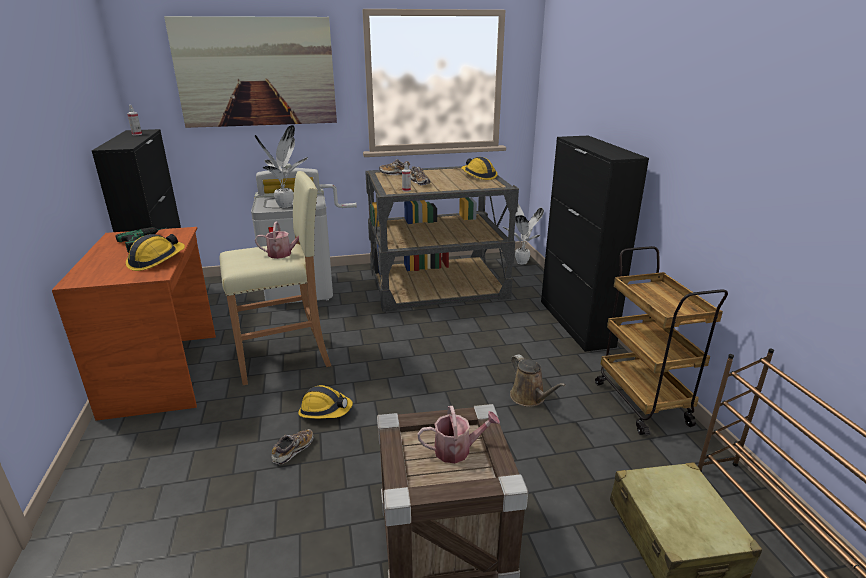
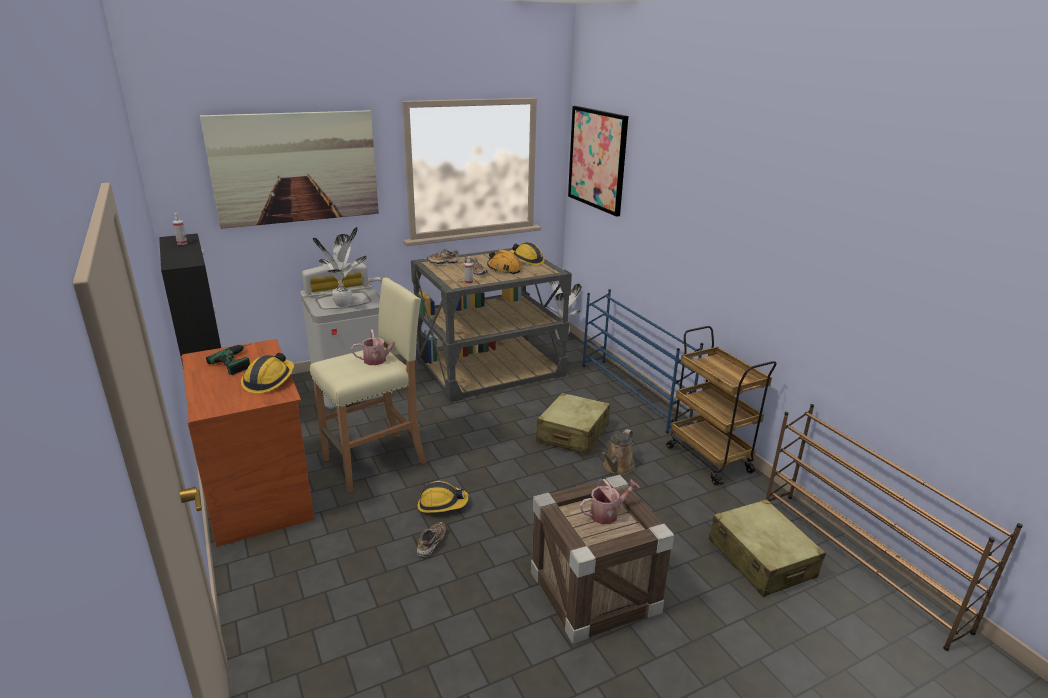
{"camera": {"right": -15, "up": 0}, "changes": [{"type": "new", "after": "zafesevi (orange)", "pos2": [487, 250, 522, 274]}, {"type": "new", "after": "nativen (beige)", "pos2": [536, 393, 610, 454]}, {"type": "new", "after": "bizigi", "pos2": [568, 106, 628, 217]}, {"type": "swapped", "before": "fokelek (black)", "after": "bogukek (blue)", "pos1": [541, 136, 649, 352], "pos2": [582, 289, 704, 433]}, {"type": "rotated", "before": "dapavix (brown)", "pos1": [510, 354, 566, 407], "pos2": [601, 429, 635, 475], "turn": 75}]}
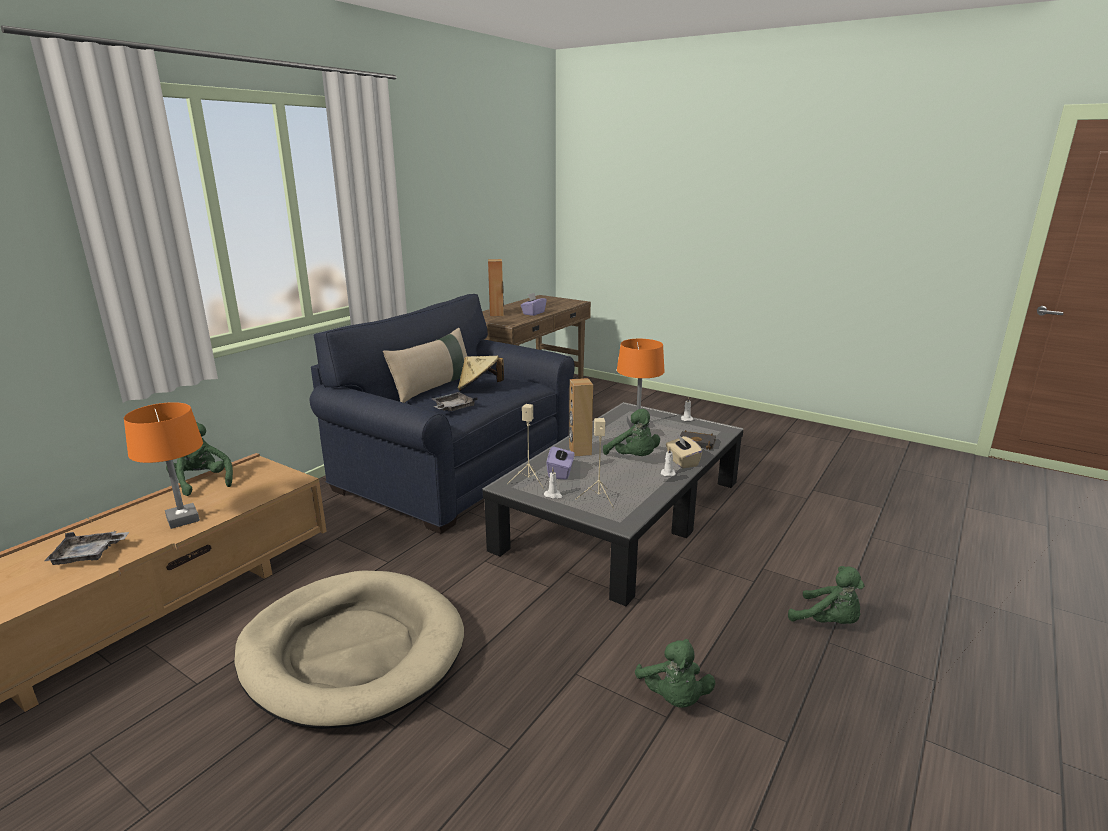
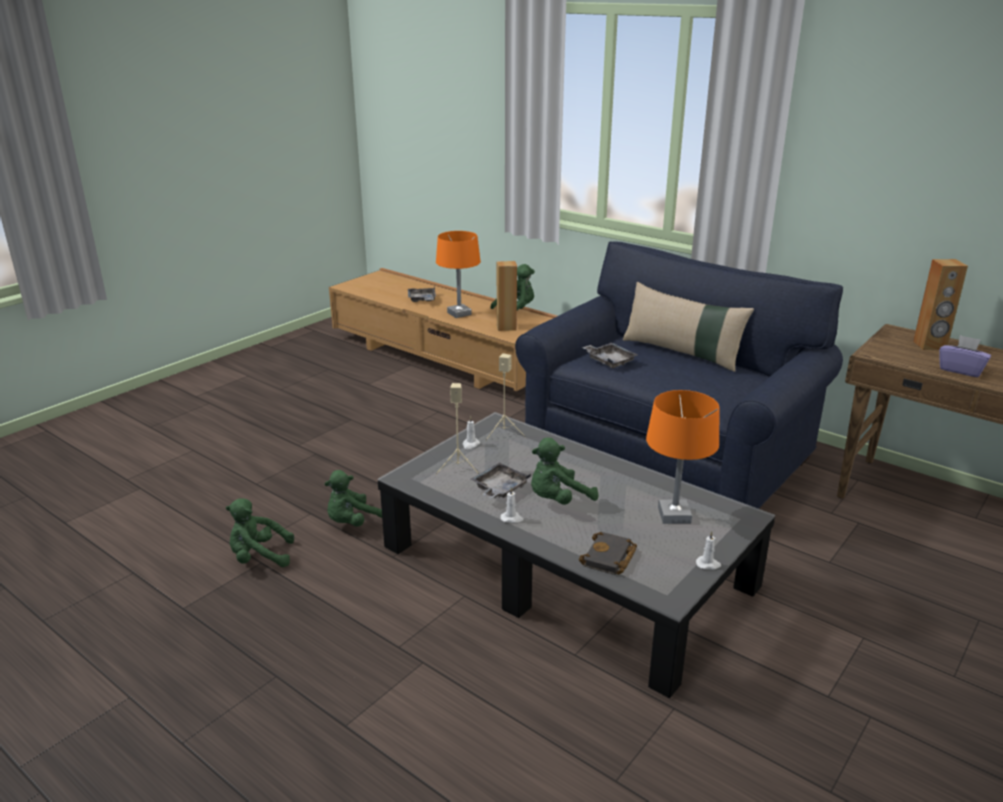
{"camera": {"right": 95, "up": 5}, "changes": [{"type": "gone", "before": "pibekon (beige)", "pos1": [234, 570, 464, 729]}, {"type": "gone", "before": "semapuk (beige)", "pos1": [458, 356, 504, 391]}, {"type": "gone", "before": "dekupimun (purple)", "pos1": [546, 443, 575, 480]}, {"type": "gone", "before": "dekupimun (beige)", "pos1": [666, 434, 703, 468]}, {"type": "new", "after": "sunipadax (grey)", "pos2": [470, 463, 531, 499]}, {"type": "shifted", "before": "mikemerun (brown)", "pos1": [569, 378, 593, 457], "pos2": [497, 261, 517, 331]}, {"type": "shifted", "before": "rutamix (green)", "pos1": [788, 566, 865, 624], "pos2": [324, 470, 382, 527]}]}
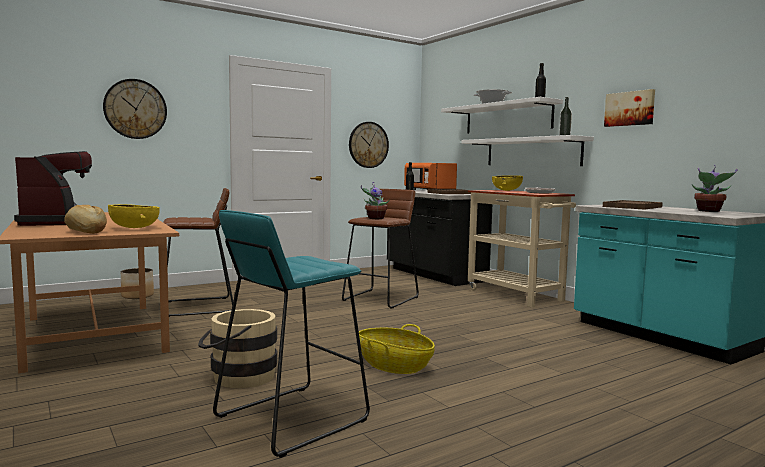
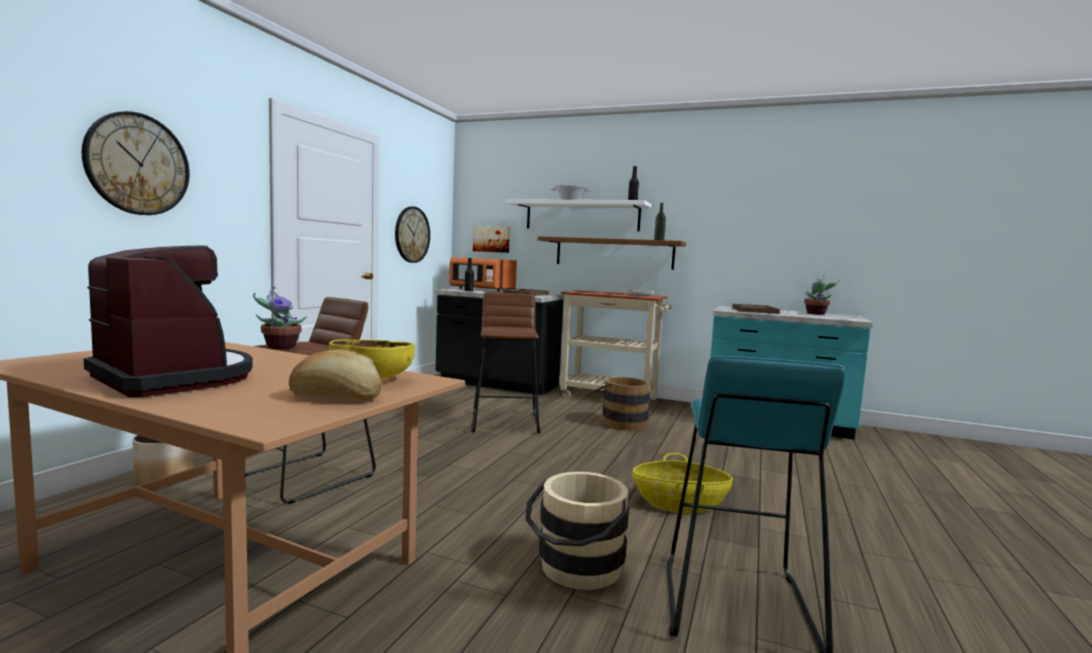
{"camera": {"right": -35, "up": 0}, "changes": [{"type": "gone", "before": "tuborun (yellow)", "pos1": [492, 175, 523, 191]}, {"type": "new", "after": "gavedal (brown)", "pos2": [596, 377, 650, 431]}, {"type": "shifted", "before": "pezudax", "pos1": [361, 182, 389, 219], "pos2": [253, 287, 307, 349]}, {"type": "shifted", "before": "bizigi", "pos1": [604, 89, 655, 127], "pos2": [473, 226, 510, 253]}, {"type": "repainted", "before": "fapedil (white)", "after": "fapedil (brown)", "pos1": [461, 135, 594, 166], "pos2": [538, 236, 686, 270]}]}
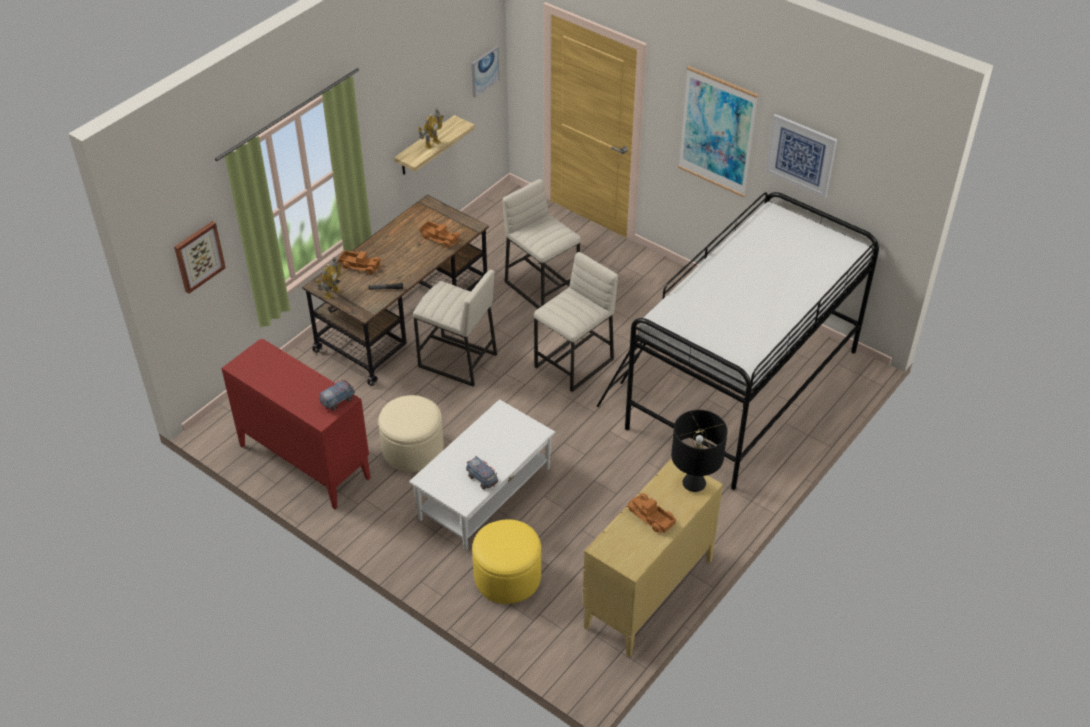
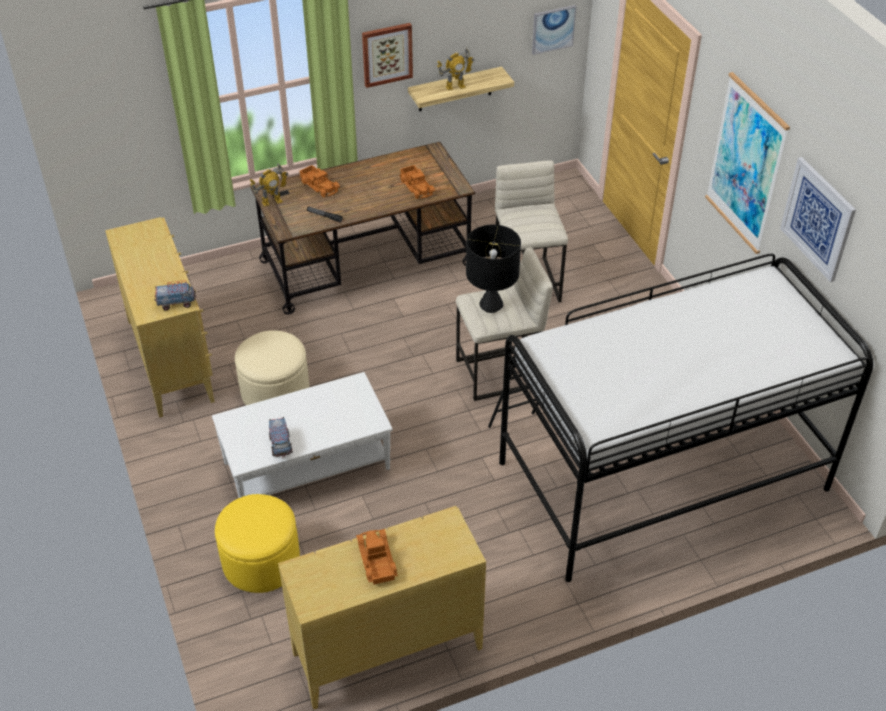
{"camera": {"right": 30, "up": 0}, "changes": [{"type": "gone", "before": "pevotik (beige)", "pos1": [413, 270, 497, 387]}, {"type": "shifted", "before": "bizigi", "pos1": [174, 221, 226, 294], "pos2": [362, 23, 413, 88]}, {"type": "shifted", "before": "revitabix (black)", "pos1": [671, 410, 728, 492], "pos2": [466, 225, 521, 313]}, {"type": "repainted", "before": "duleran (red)", "after": "duleran (beige)", "pos1": [221, 338, 370, 509], "pos2": [105, 217, 215, 418]}]}
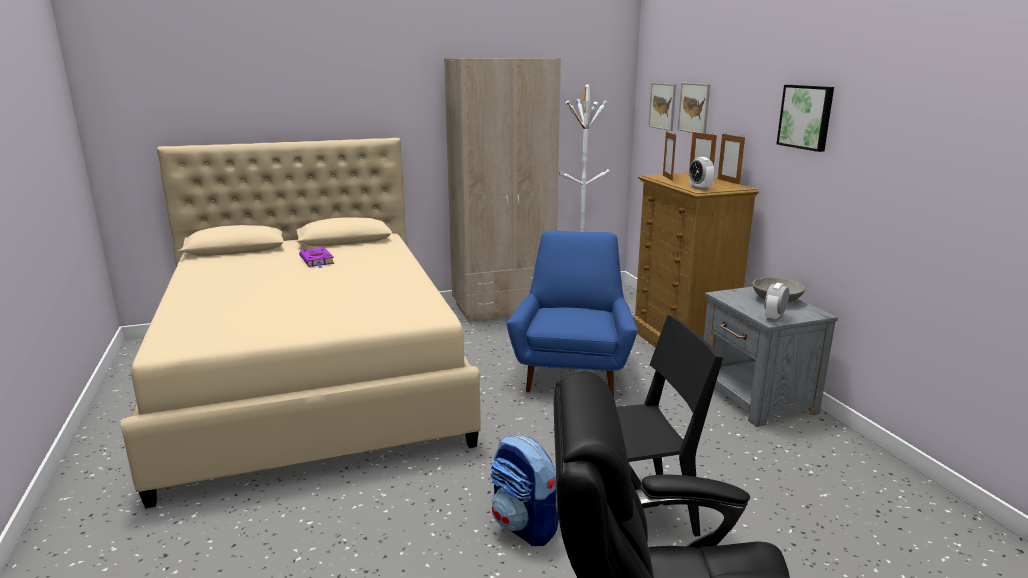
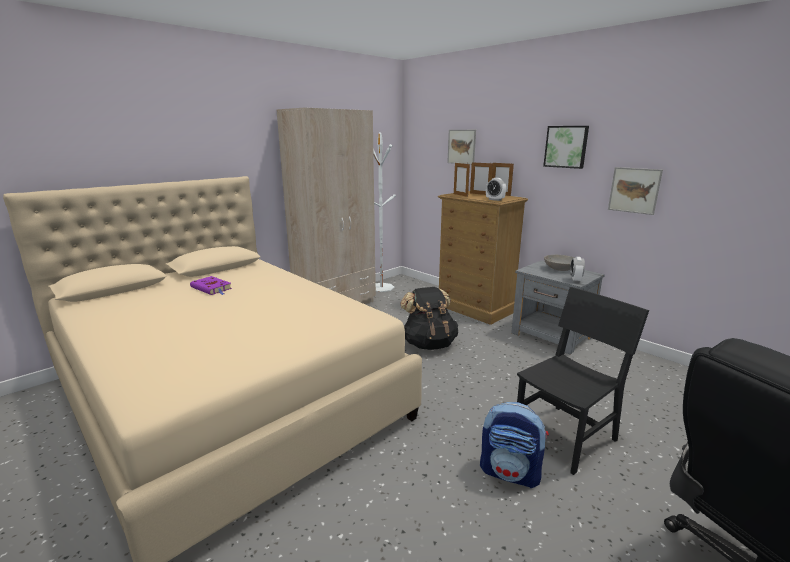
{"camera": {"right": -25, "up": 0}, "changes": [{"type": "shifted", "before": "bizigi", "pos1": [648, 83, 676, 131], "pos2": [608, 167, 663, 215]}, {"type": "swapped", "before": "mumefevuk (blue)", "after": "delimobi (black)", "pos1": [506, 230, 638, 397], "pos2": [400, 287, 458, 350]}]}
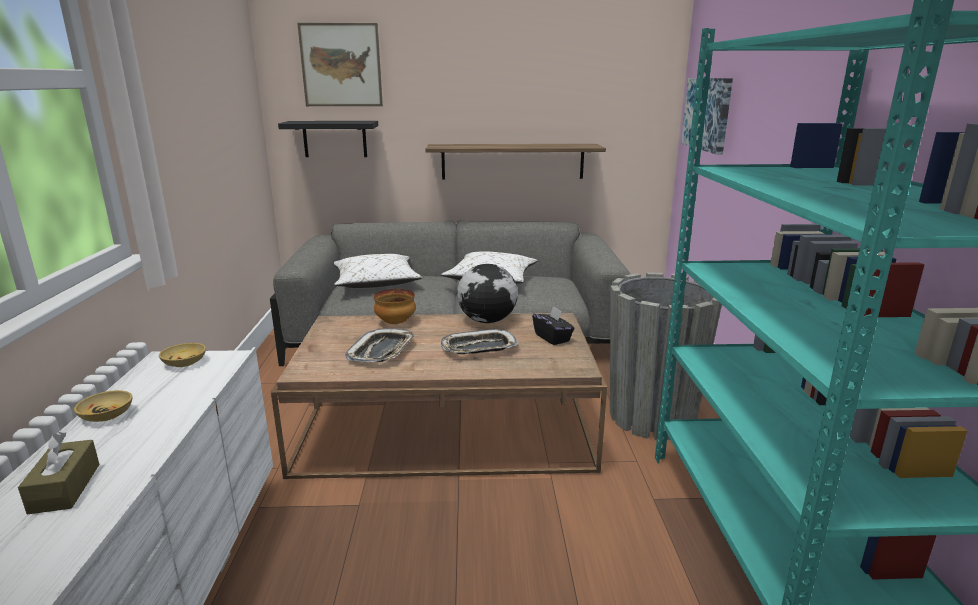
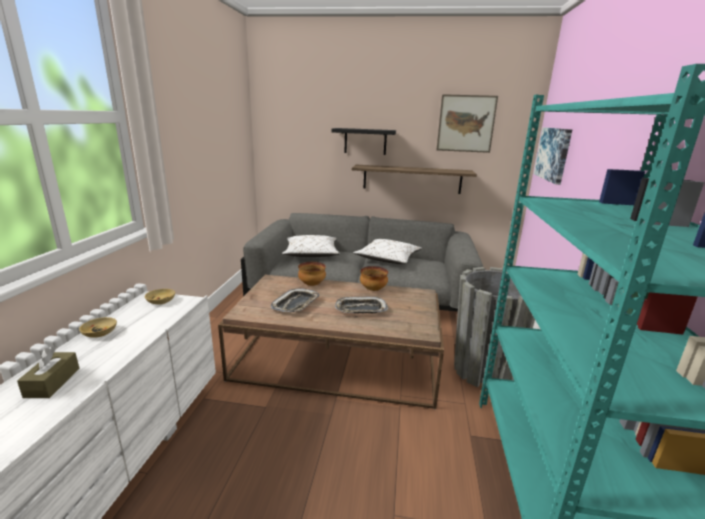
{"camera": {"right": 10, "up": 0}, "changes": [{"type": "gone", "before": "dekupimun (black)", "pos1": [532, 306, 575, 345]}, {"type": "shifted", "before": "fapedil (black)", "pos1": [278, 121, 378, 157], "pos2": [331, 128, 396, 155]}, {"type": "shifted", "before": "bizigi", "pos1": [297, 23, 383, 106], "pos2": [437, 94, 498, 153]}, {"type": "swapped", "before": "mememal", "after": "tuborun", "pos1": [457, 264, 518, 323], "pos2": [360, 266, 388, 291]}]}
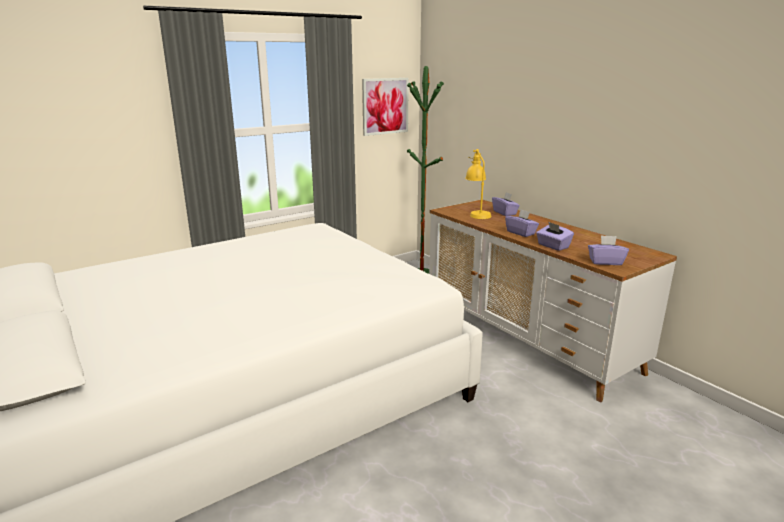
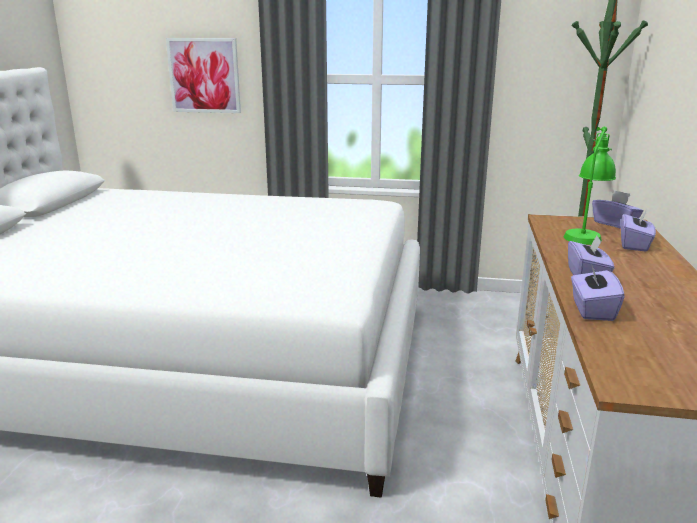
{"camera": {"right": 45, "up": 0}, "changes": [{"type": "shifted", "before": "bizigi", "pos1": [362, 78, 409, 136], "pos2": [166, 38, 241, 113]}, {"type": "shifted", "before": "dekupimun (purple)", "pos1": [588, 235, 629, 265], "pos2": [592, 190, 643, 229]}, {"type": "repainted", "before": "revitabix (yellow)", "after": "revitabix (green)", "pos1": [465, 149, 491, 219], "pos2": [564, 126, 616, 245]}]}
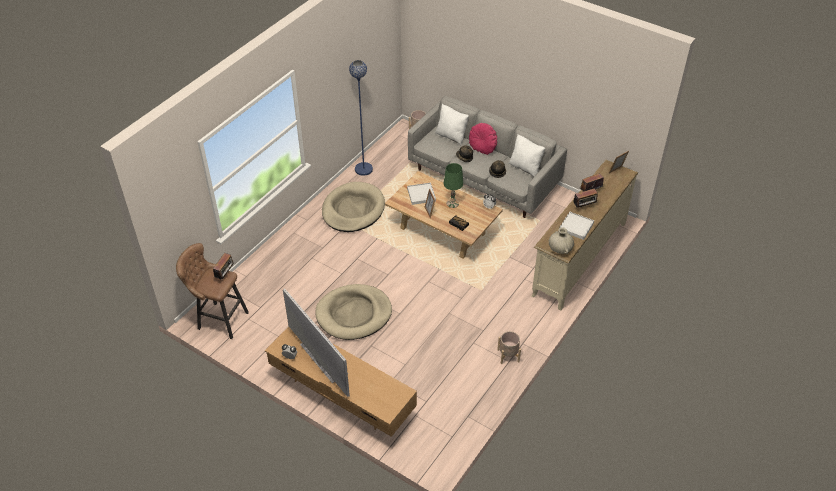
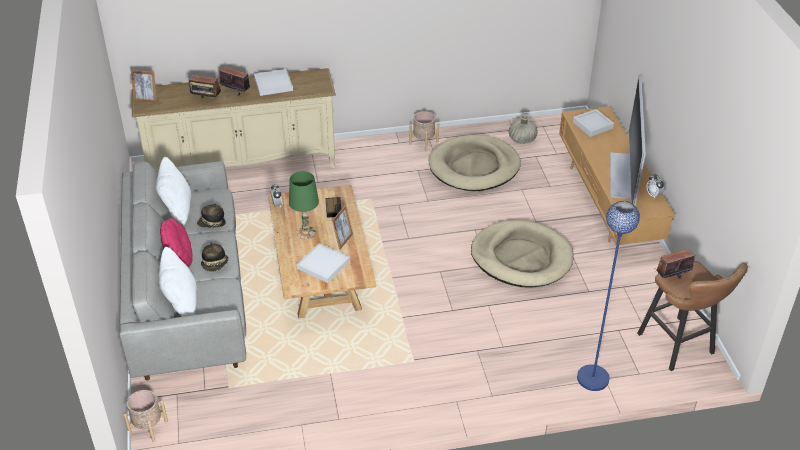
{"camera": {"right": -135, "up": -5}, "changes": [{"type": "new", "after": "sunipadax (grey)", "pos2": [573, 109, 614, 137]}, {"type": "shifted", "before": "pibekon (beige)", "pos1": [322, 182, 385, 232], "pos2": [429, 135, 521, 191]}, {"type": "shifted", "before": "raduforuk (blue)", "pos1": [349, 60, 373, 176], "pos2": [577, 201, 640, 391]}, {"type": "shifted", "before": "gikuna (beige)", "pos1": [549, 227, 574, 254], "pos2": [509, 114, 538, 144]}]}
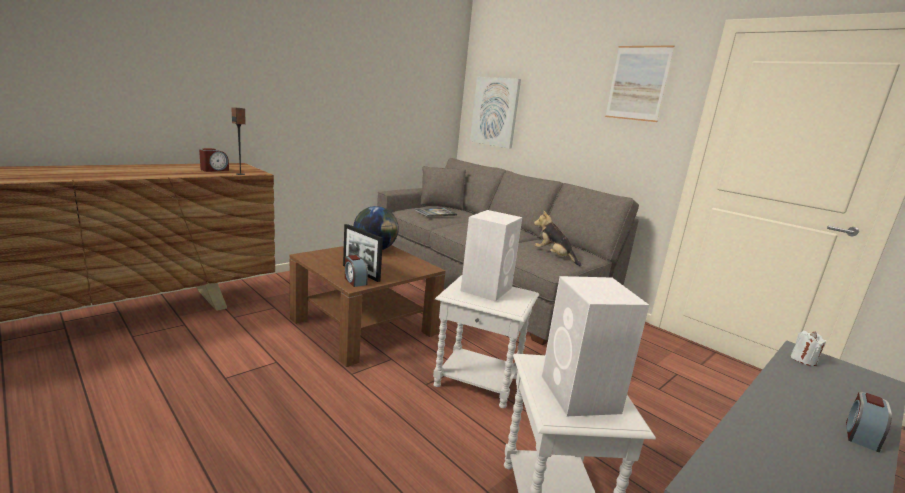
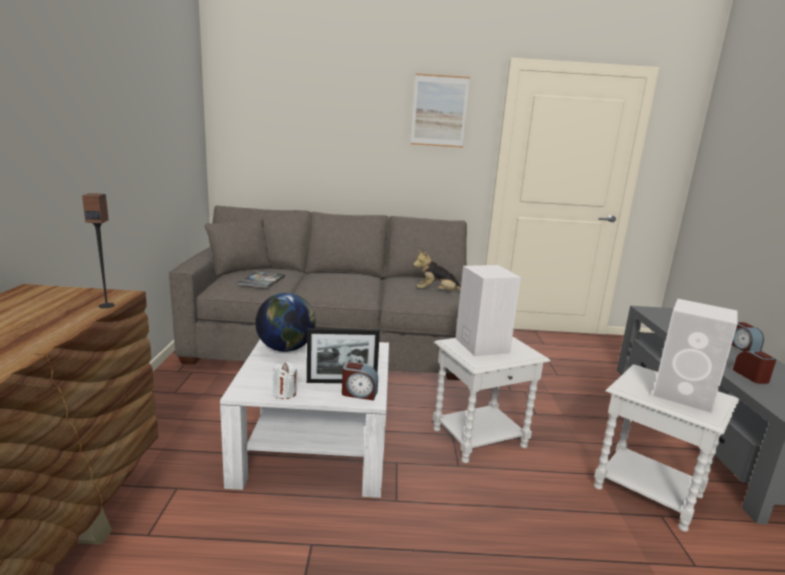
{"camera": {"right": -45, "up": 0}, "changes": [{"type": "gone", "before": "bizigi", "pos1": [470, 77, 521, 149]}, {"type": "shifted", "before": "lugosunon", "pos1": [199, 148, 229, 172], "pos2": [733, 351, 776, 384]}, {"type": "shifted", "before": "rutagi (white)", "pos1": [791, 331, 827, 366], "pos2": [273, 362, 298, 399]}, {"type": "repainted", "before": "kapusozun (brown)", "after": "kapusozun (white)", "pos1": [290, 245, 445, 367], "pos2": [220, 339, 389, 498]}]}
